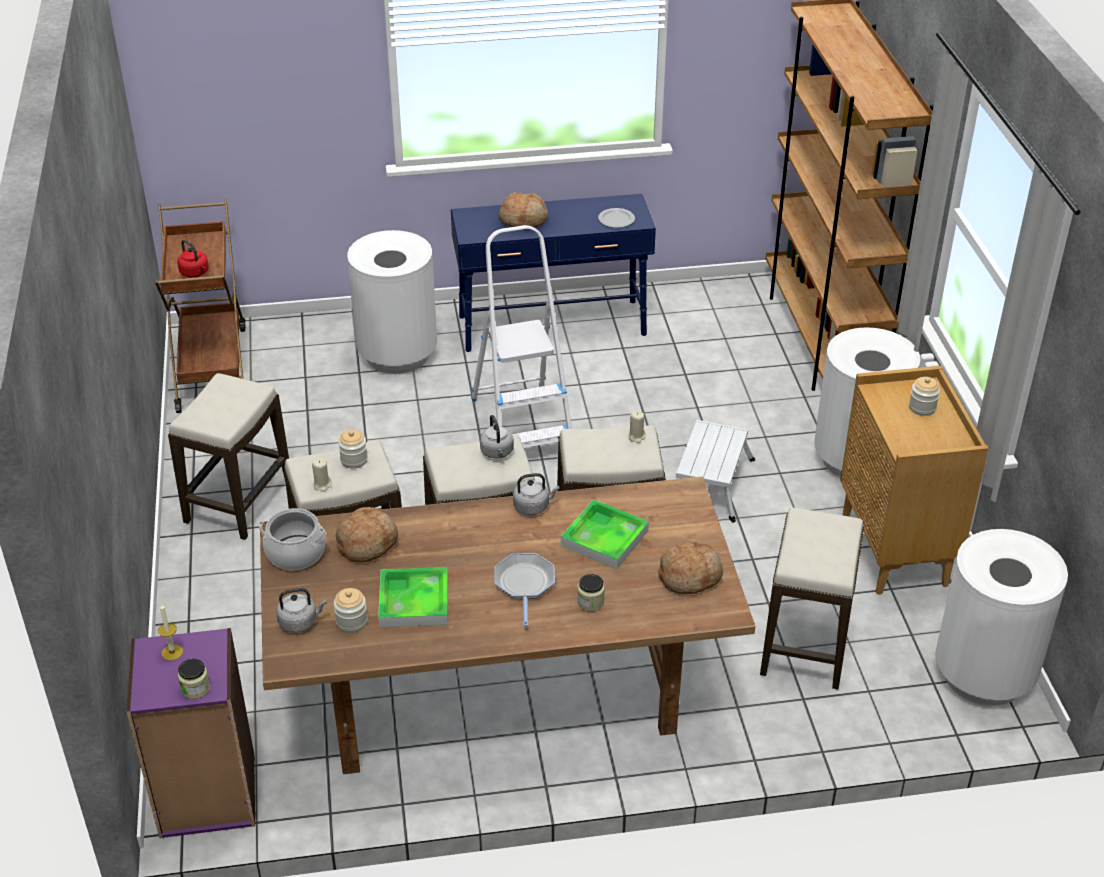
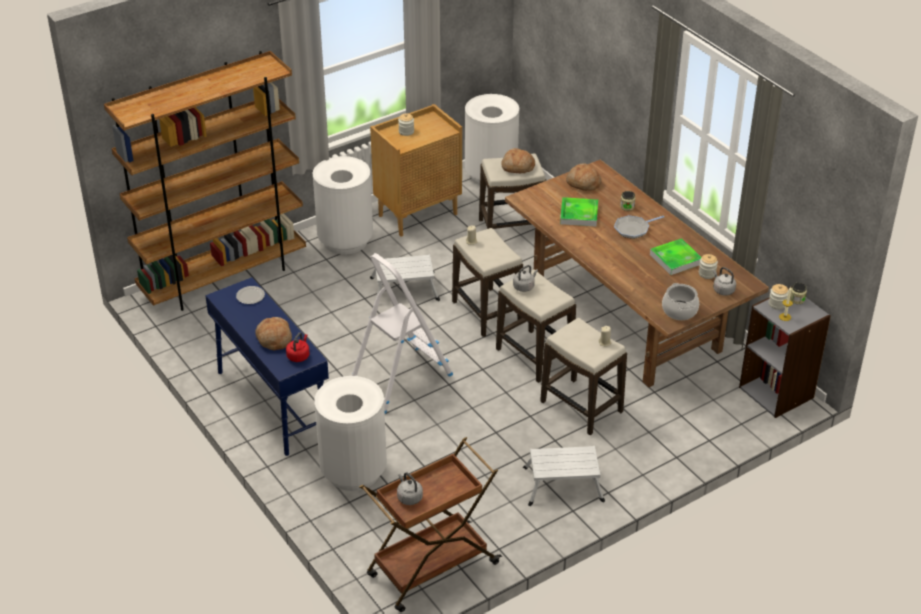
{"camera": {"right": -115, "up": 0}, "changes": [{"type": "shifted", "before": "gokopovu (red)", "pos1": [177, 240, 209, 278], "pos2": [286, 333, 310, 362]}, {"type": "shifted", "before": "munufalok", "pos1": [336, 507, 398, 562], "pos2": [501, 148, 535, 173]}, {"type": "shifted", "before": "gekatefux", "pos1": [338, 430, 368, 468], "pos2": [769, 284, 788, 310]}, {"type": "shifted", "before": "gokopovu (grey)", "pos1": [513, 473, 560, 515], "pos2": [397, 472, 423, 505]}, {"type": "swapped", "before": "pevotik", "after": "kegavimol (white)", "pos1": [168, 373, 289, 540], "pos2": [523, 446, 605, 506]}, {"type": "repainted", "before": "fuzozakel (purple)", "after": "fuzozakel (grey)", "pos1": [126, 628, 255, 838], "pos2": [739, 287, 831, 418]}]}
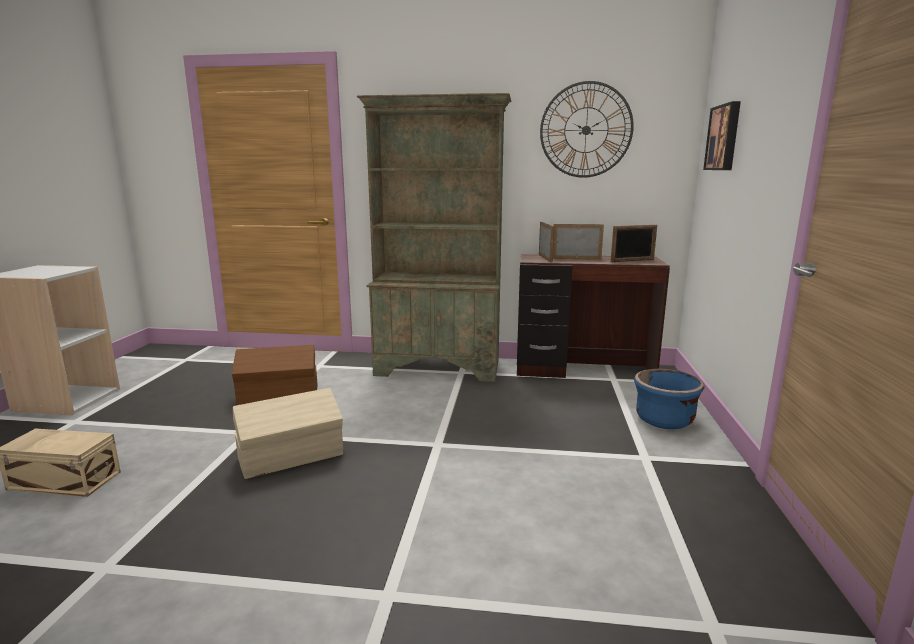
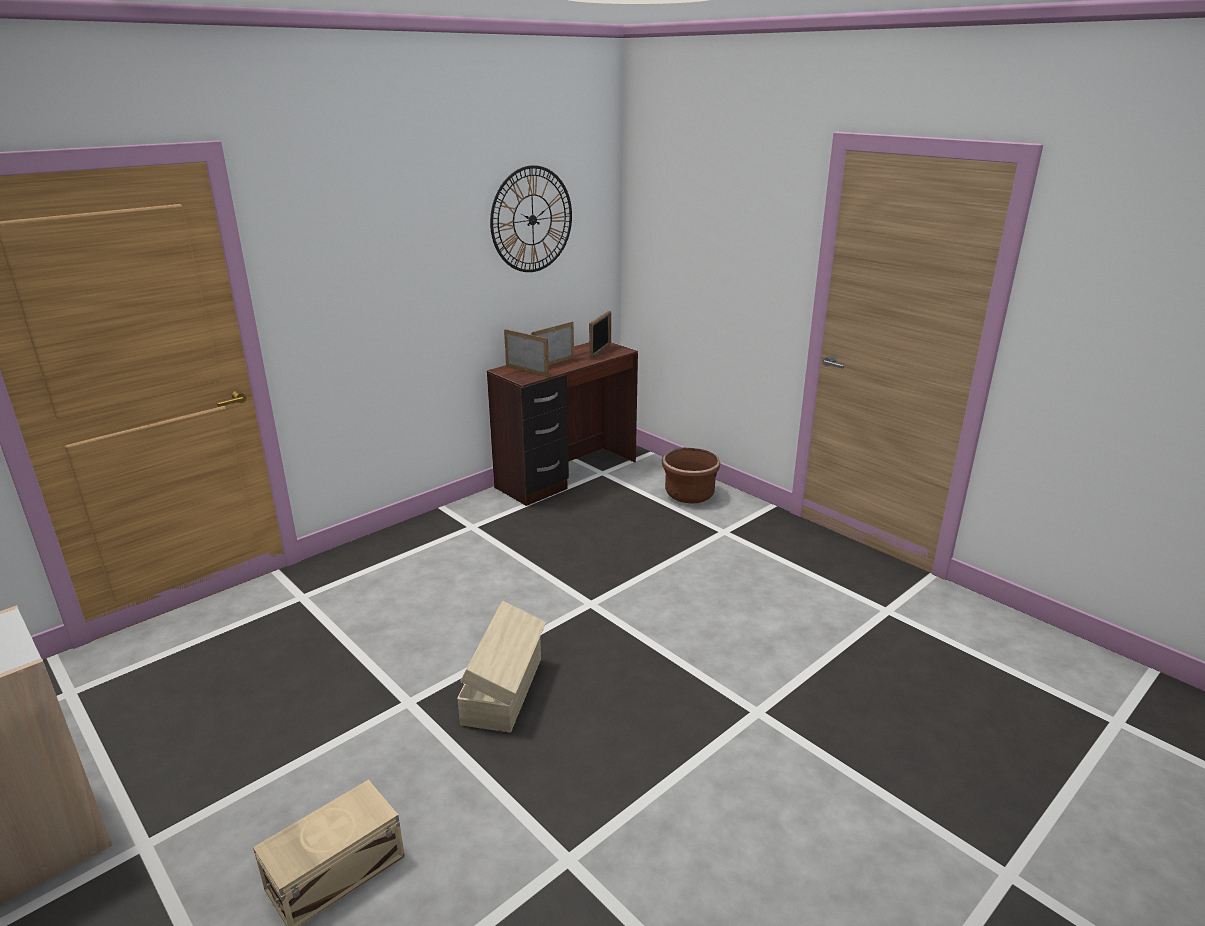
{"camera": {"right": -50, "up": 10}, "changes": [{"type": "gone", "before": "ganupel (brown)", "pos1": [232, 345, 317, 405]}, {"type": "gone", "before": "fuzozakel (green)", "pos1": [356, 93, 511, 382]}, {"type": "gone", "before": "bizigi", "pos1": [703, 101, 741, 170]}, {"type": "repainted", "before": "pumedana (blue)", "after": "pumedana (brown)", "pos1": [634, 369, 705, 429], "pos2": [662, 448, 720, 503]}]}
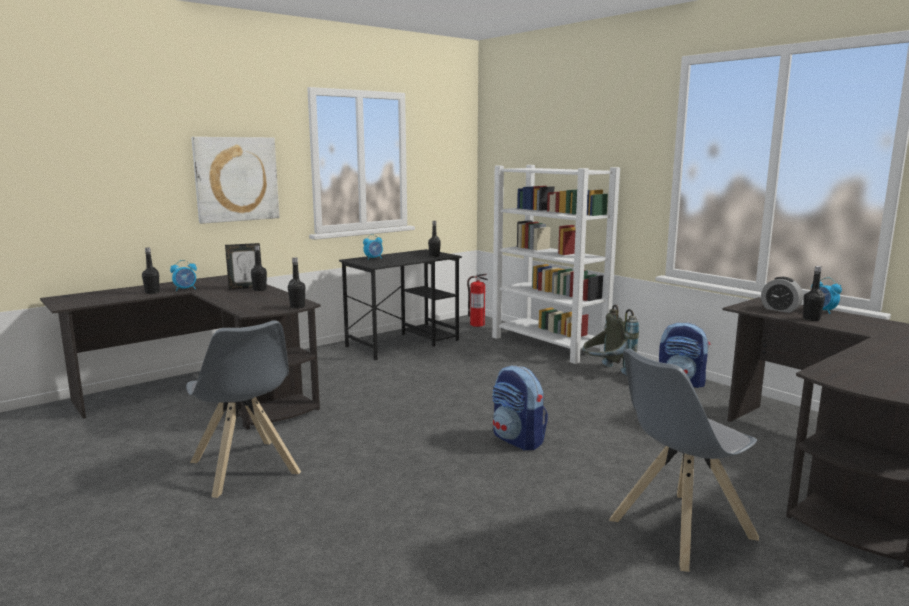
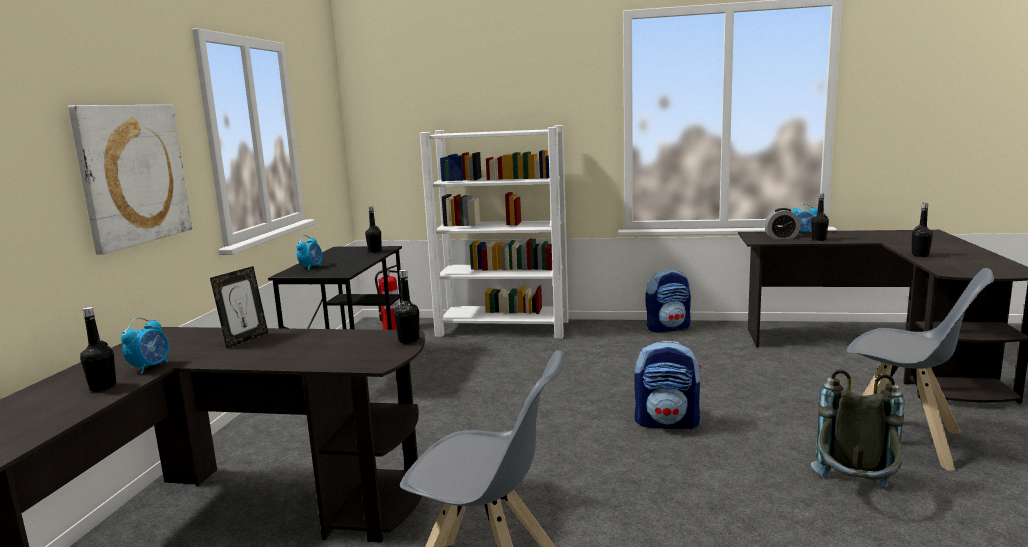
{"camera": {"right": -40, "up": 0}, "changes": [{"type": "shifted", "before": "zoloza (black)", "pos1": [251, 245, 267, 291], "pos2": [912, 203, 933, 257]}, {"type": "shifted", "before": "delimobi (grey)", "pos1": [583, 304, 639, 375], "pos2": [811, 370, 905, 487]}, {"type": "rotated", "before": "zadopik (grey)", "pos1": [609, 349, 759, 572], "pos2": [847, 268, 994, 471], "turn": -75}]}
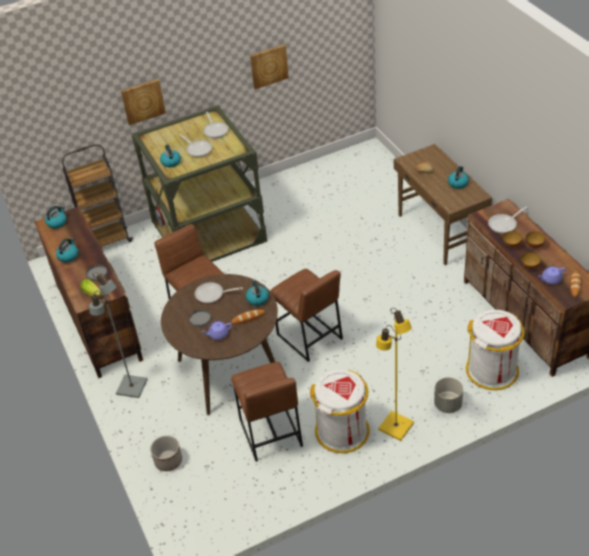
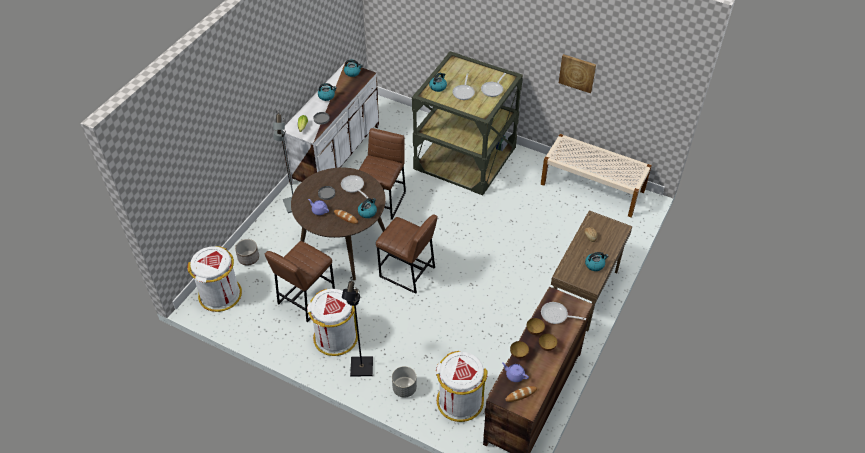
{"camera": {"right": 50, "up": 5}, "changes": [{"type": "gone", "before": "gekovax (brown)", "pos1": [62, 145, 134, 247]}, {"type": "gone", "before": "bizigi", "pos1": [121, 79, 166, 125]}, {"type": "new", "after": "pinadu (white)", "pos2": [187, 246, 242, 312]}, {"type": "new", "after": "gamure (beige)", "pos2": [541, 134, 652, 218]}, {"type": "repainted", "before": "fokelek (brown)", "after": "fokelek (white)", "pos1": [34, 206, 143, 378], "pos2": [282, 63, 379, 185]}, {"type": "repainted", "before": "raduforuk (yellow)", "after": "raduforuk (black)", "pos1": [376, 308, 414, 441], "pos2": [342, 277, 373, 377]}, {"type": "rotated", "before": "zadopik (brown)", "pos1": [270, 269, 343, 362], "pos2": [376, 215, 438, 294], "turn": -75}]}
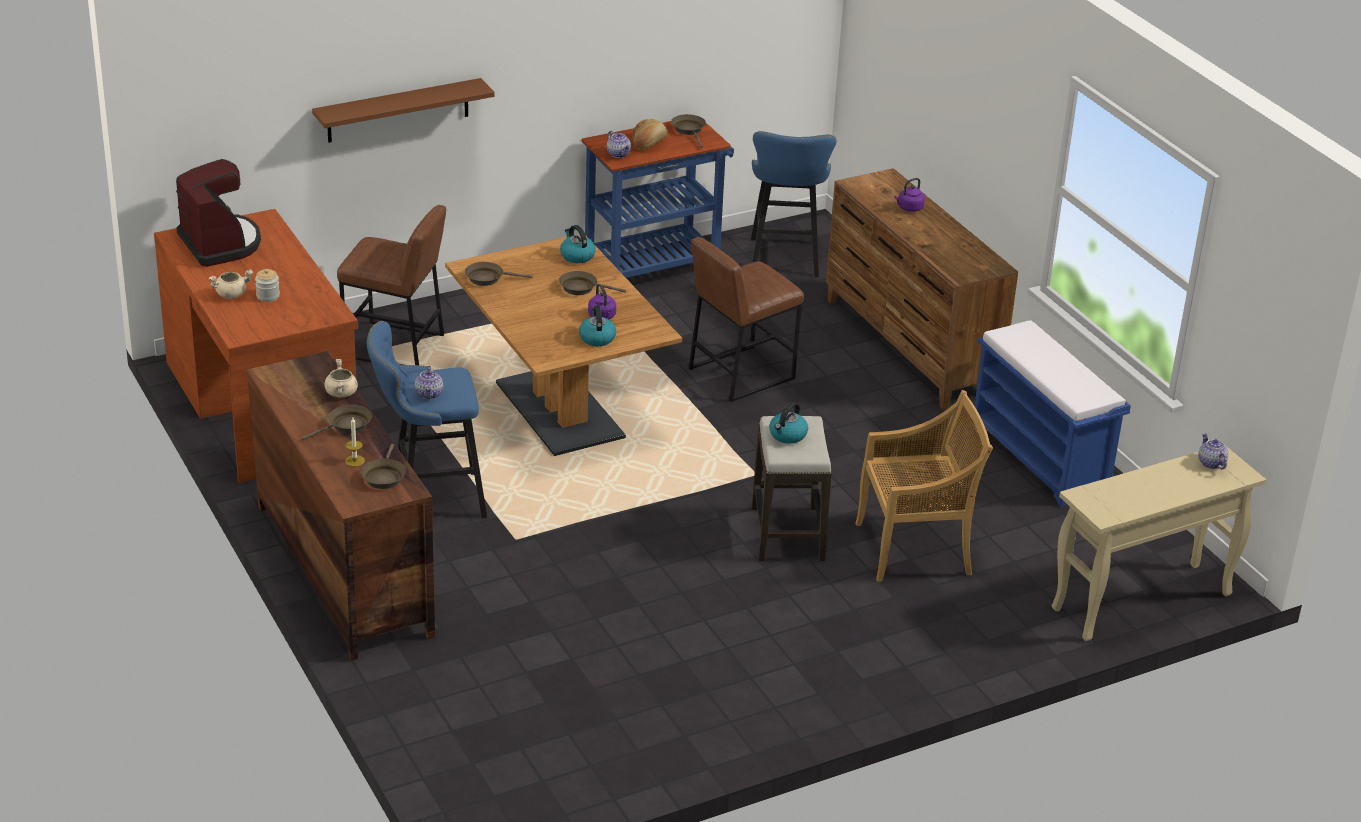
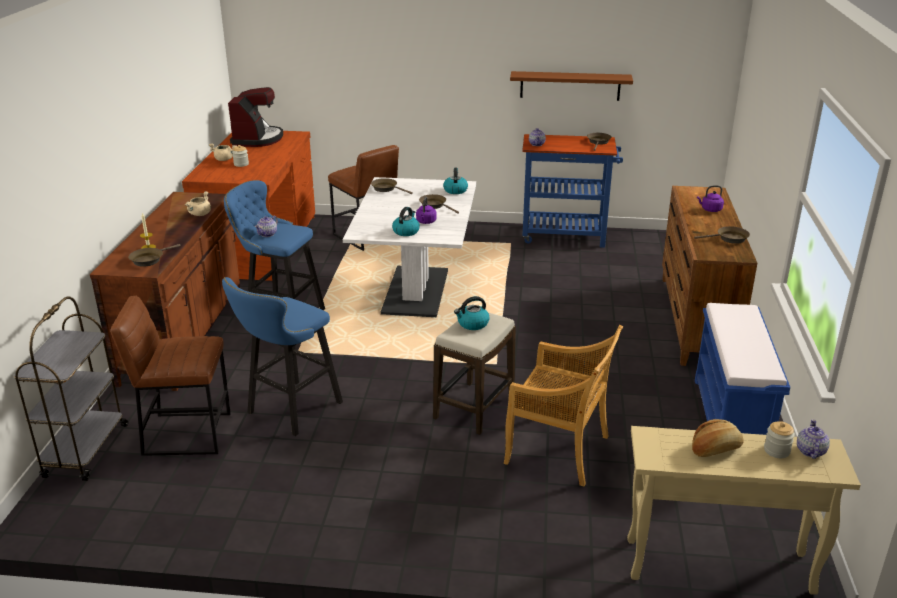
{"camera": {"right": 35, "up": -5}, "changes": [{"type": "new", "after": "gekovax (grey)", "pos2": [14, 296, 128, 481]}, {"type": "new", "after": "gekatefux", "pos2": [764, 421, 795, 458]}, {"type": "shifted", "before": "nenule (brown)", "pos1": [301, 405, 372, 440], "pos2": [694, 226, 750, 244]}, {"type": "shifted", "before": "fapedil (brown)", "pos1": [312, 78, 495, 143], "pos2": [510, 71, 633, 101]}, {"type": "shifted", "before": "munufalok", "pos1": [632, 119, 668, 150], "pos2": [692, 419, 744, 457]}, {"type": "shifted", "before": "zadopik (brown)", "pos1": [689, 237, 804, 402], "pos2": [110, 296, 231, 456]}, {"type": "shifted", "before": "pevotik (blue)", "pos1": [751, 131, 837, 277], "pos2": [222, 277, 343, 436]}, {"type": "repainted", "before": "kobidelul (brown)", "after": "kobidelul (white)", "pos1": [445, 234, 682, 456], "pos2": [343, 177, 476, 317]}]}
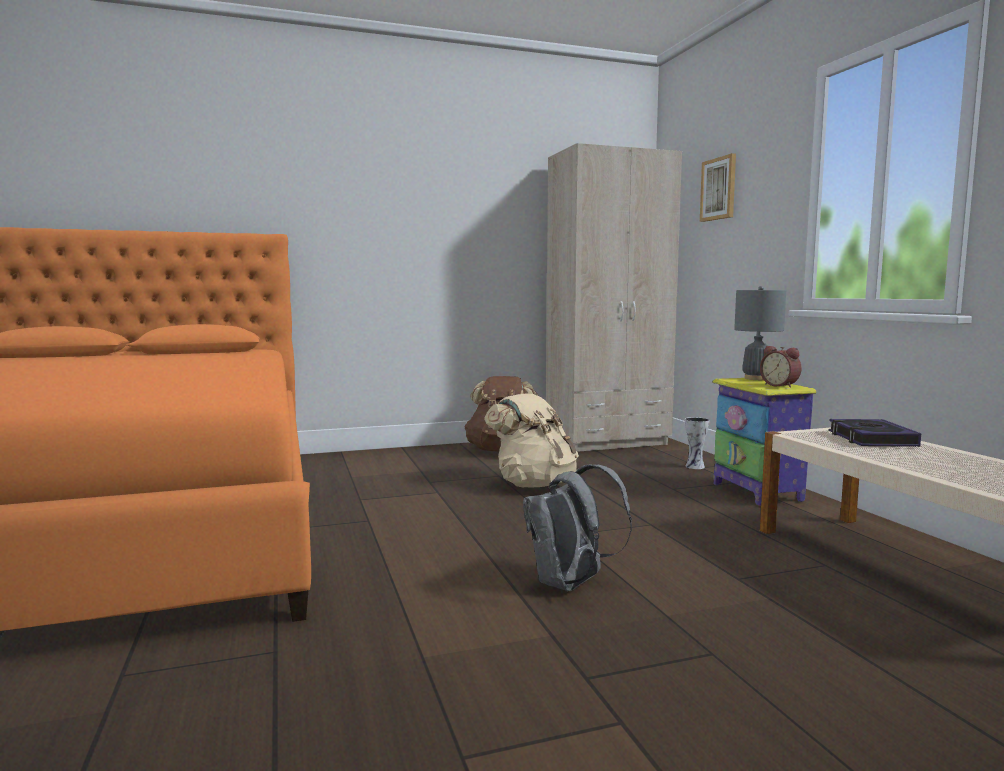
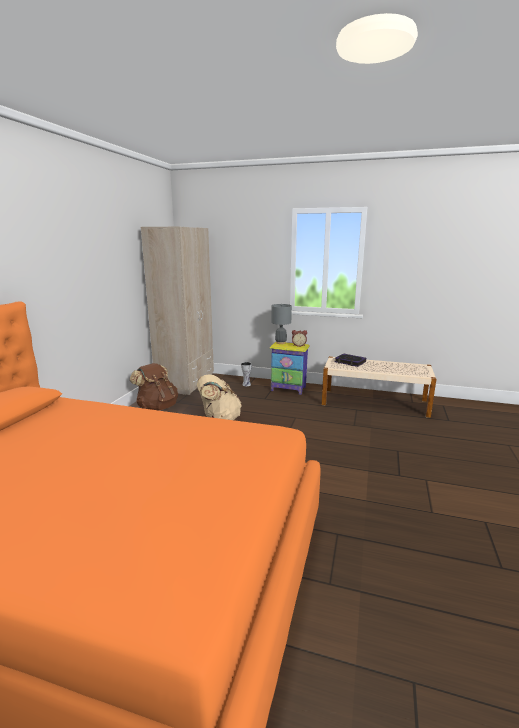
{"camera": {"right": -55, "up": 10}, "changes": [{"type": "gone", "before": "delimobi (grey)", "pos1": [523, 464, 632, 591]}, {"type": "gone", "before": "bizigi", "pos1": [700, 153, 736, 222]}]}
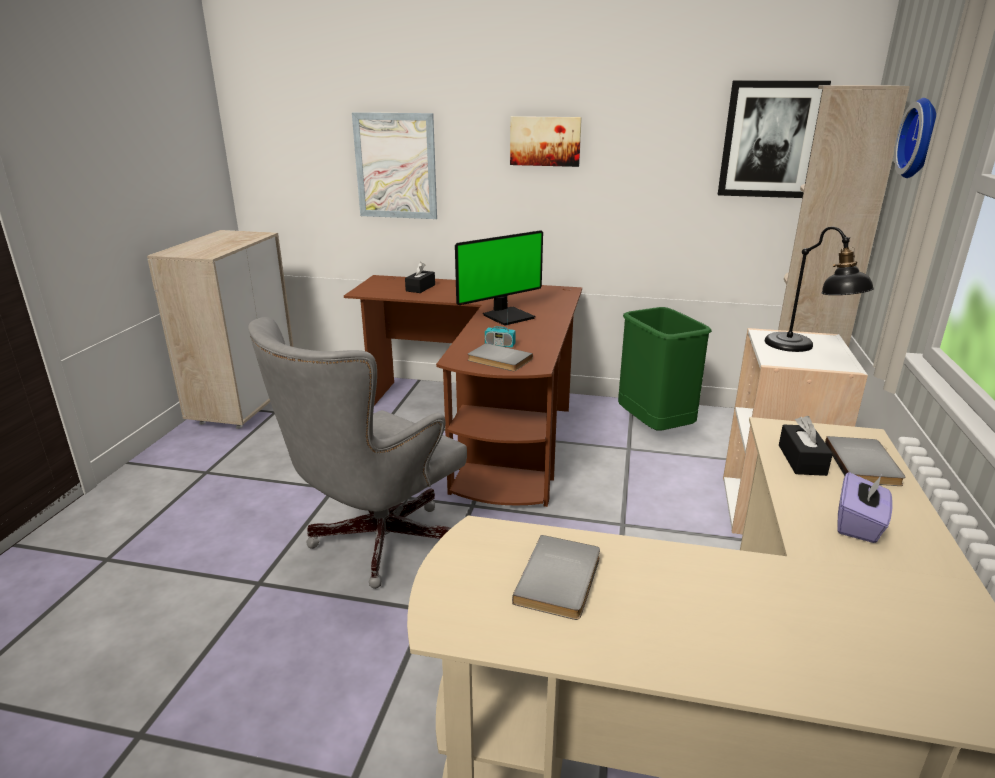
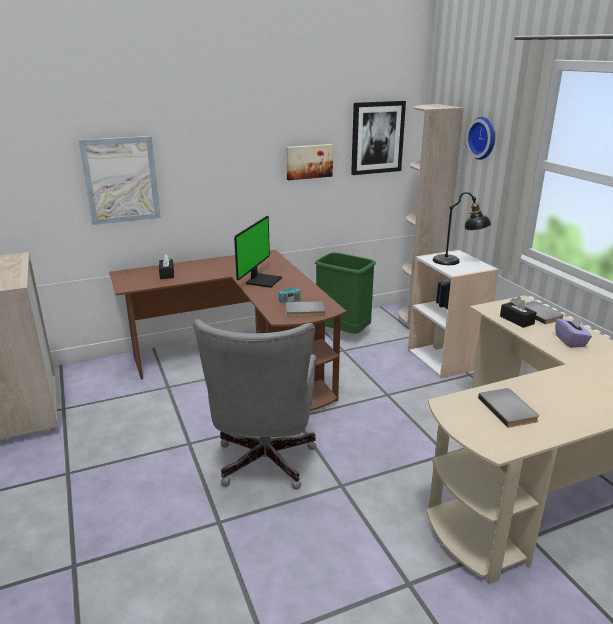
{"camera": {"right": -35, "up": 0}, "changes": [{"type": "shifted", "before": "bizigi", "pos1": [510, 116, 582, 167], "pos2": [286, 144, 333, 180]}]}
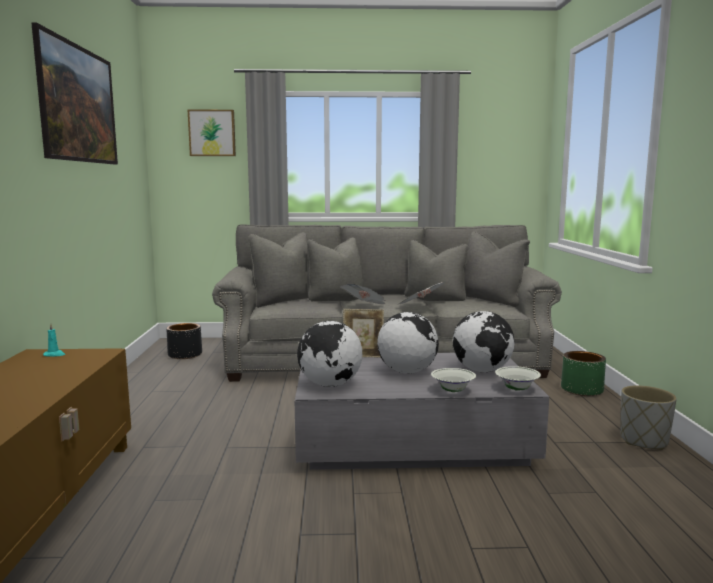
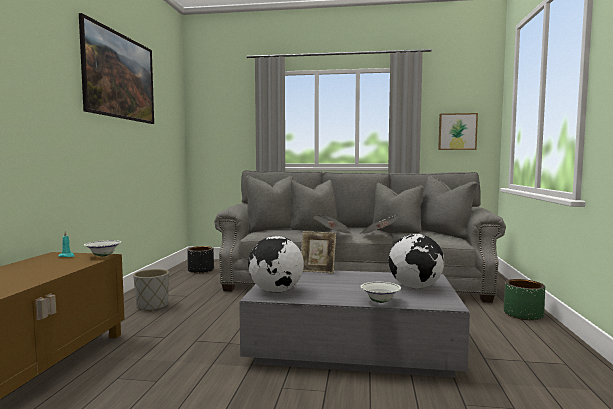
{"camera": {"right": 10, "up": -5}, "changes": [{"type": "gone", "before": "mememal", "pos1": [377, 312, 439, 374]}, {"type": "shifted", "before": "bizigi", "pos1": [188, 109, 236, 156], "pos2": [438, 113, 478, 150]}, {"type": "shifted", "before": "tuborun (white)", "pos1": [495, 366, 541, 391], "pos2": [84, 240, 121, 257]}, {"type": "shifted", "before": "pumedana (grey)", "pos1": [621, 385, 677, 450], "pos2": [133, 269, 169, 311]}]}
